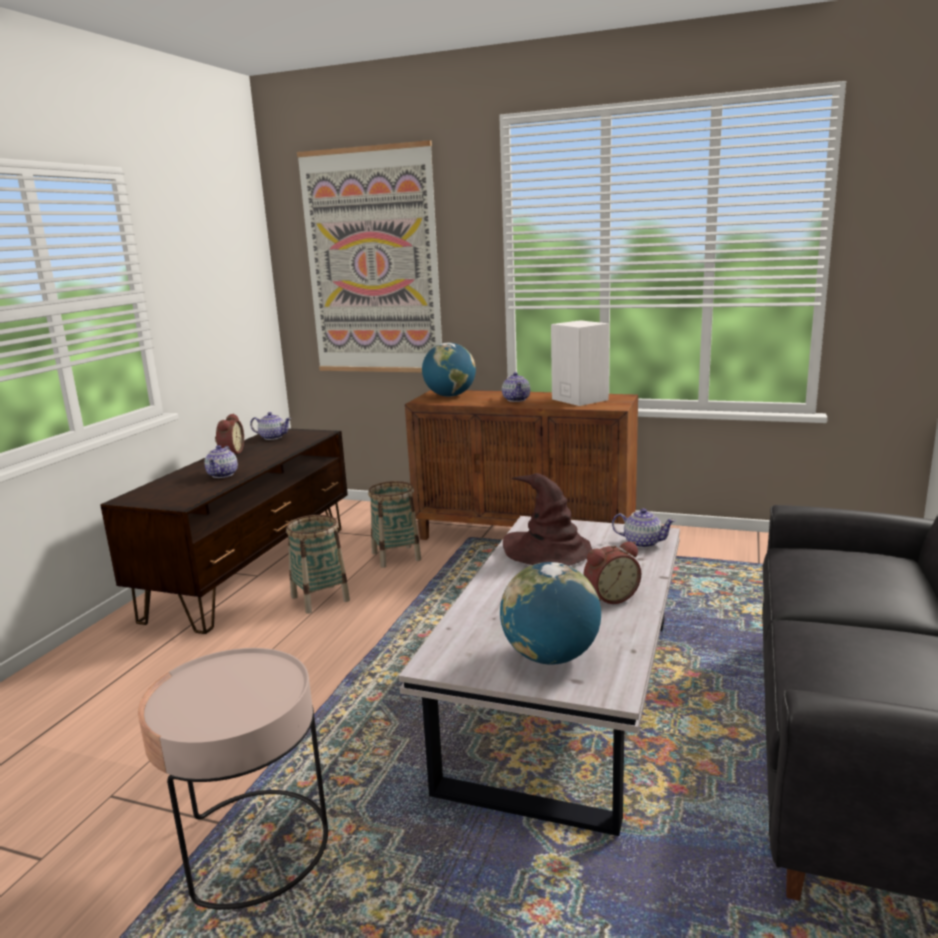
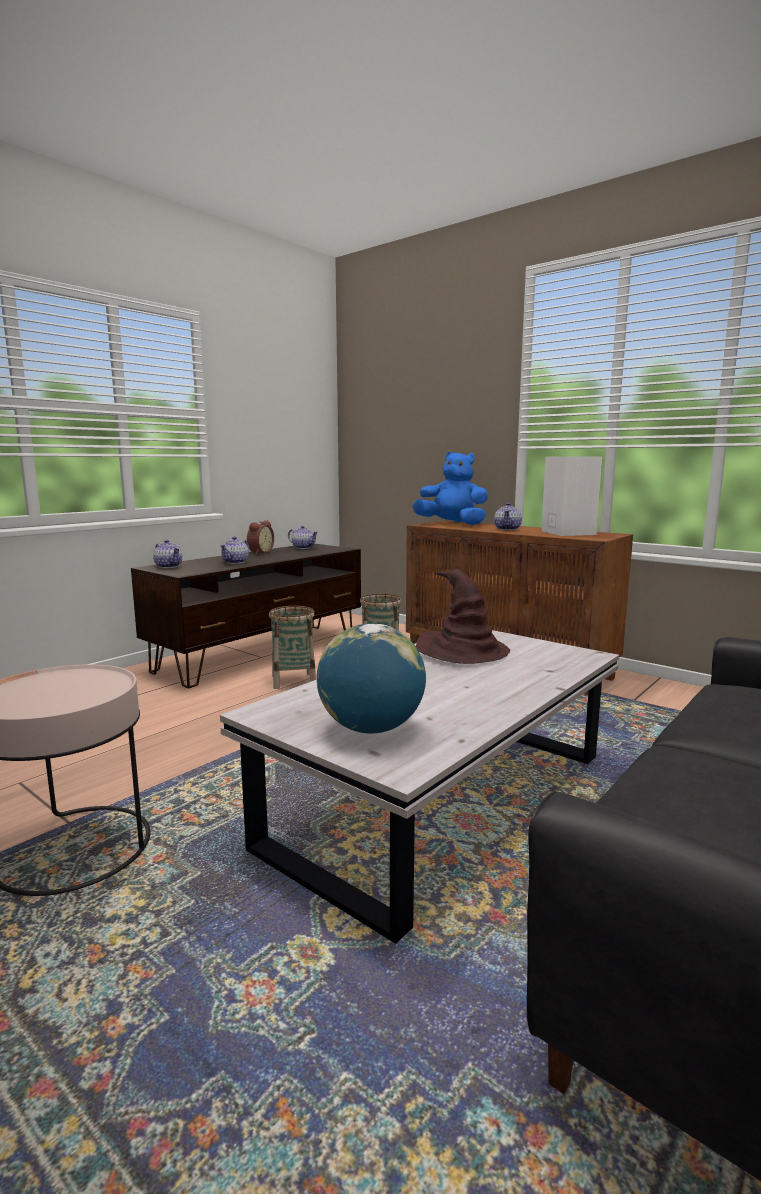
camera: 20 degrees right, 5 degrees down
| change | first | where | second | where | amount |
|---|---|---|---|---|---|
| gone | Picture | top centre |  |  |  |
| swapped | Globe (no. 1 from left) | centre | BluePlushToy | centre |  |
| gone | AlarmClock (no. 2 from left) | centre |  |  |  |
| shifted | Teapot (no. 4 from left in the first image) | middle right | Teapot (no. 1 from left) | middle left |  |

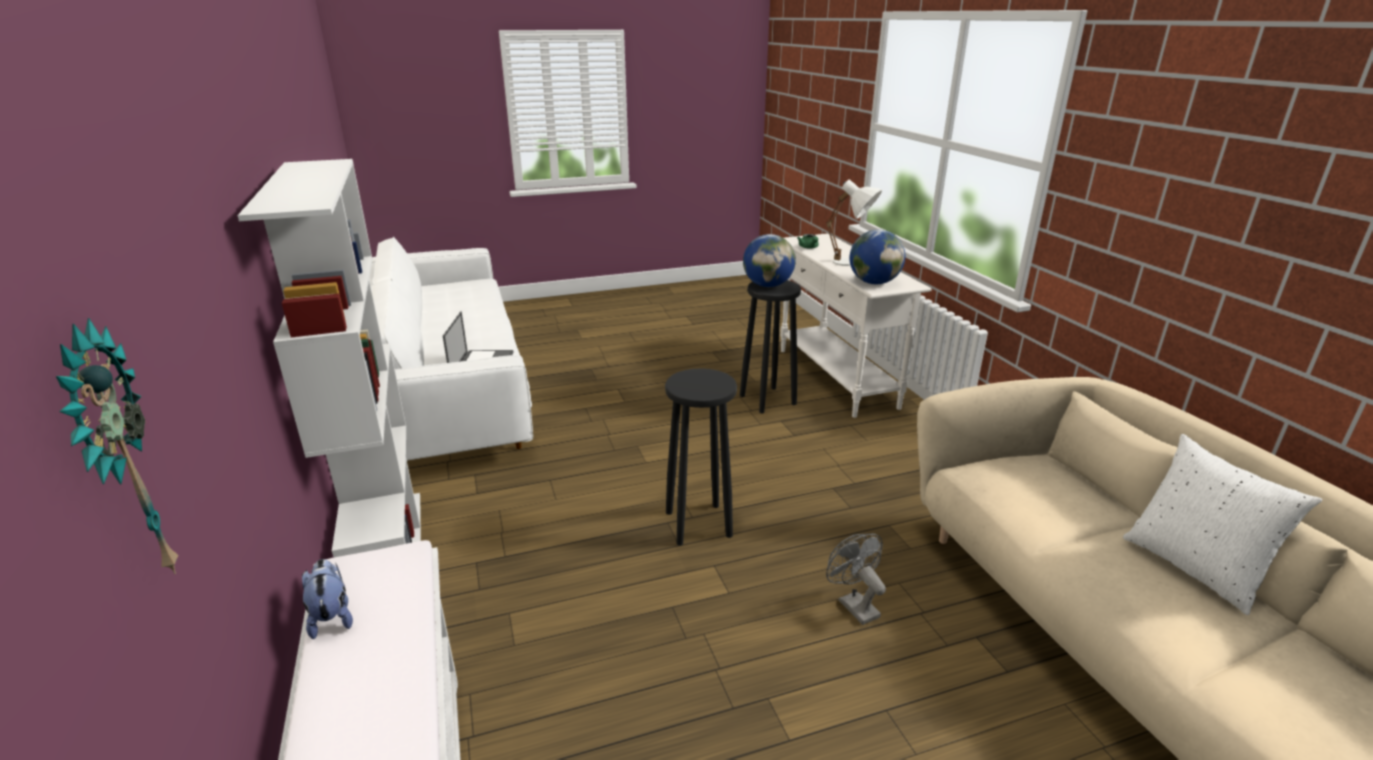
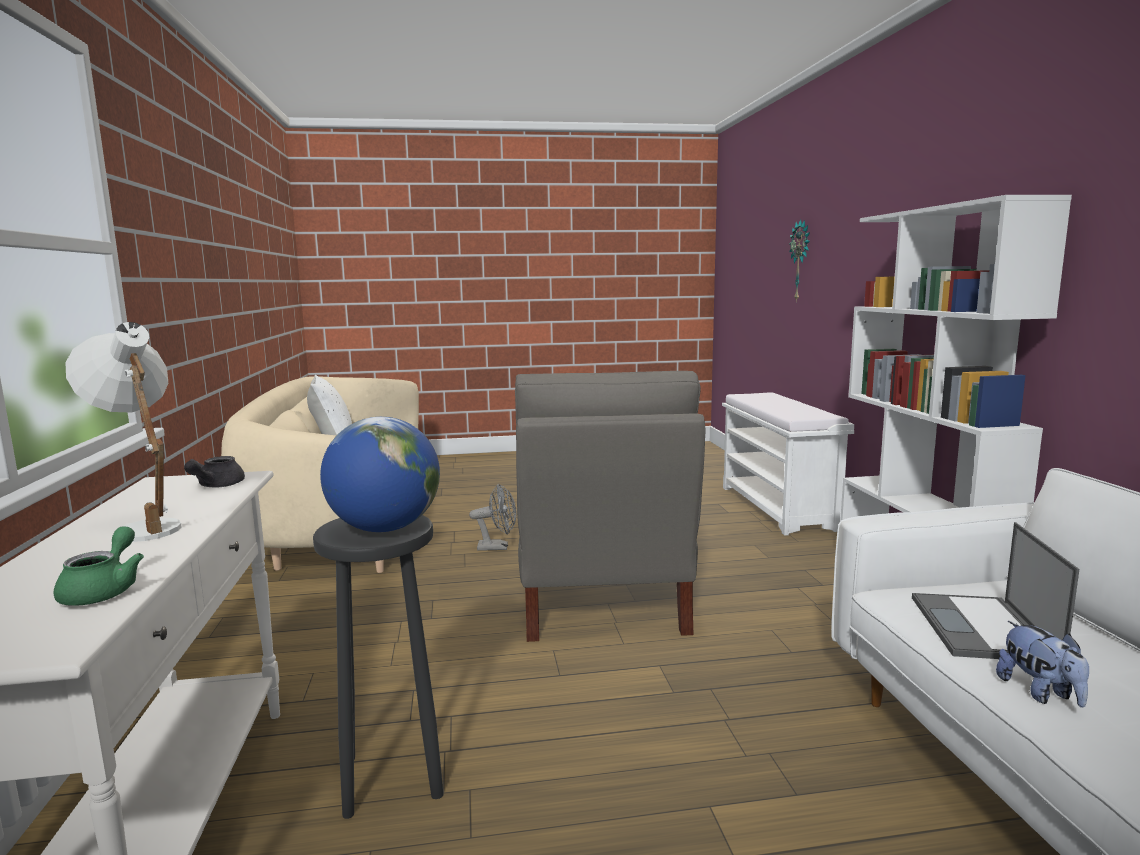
camera: 170 degrees left, 15 degrees down
| change | first | where | second | where | amount |
|---|---|---|---|---|---|
| shifted | PlushToy | bottom left |  | bottom right |  |
| swapped | BlackStool (no. 1 from left) | centre | GreyArmchair | centre |  |
| rotated | GreyFan | bottom centre |  | centre | 75 degrees counterclockwise |
| swapped | Globe (no. 2 from left) | centre | GreyTeapot | middle left |  |

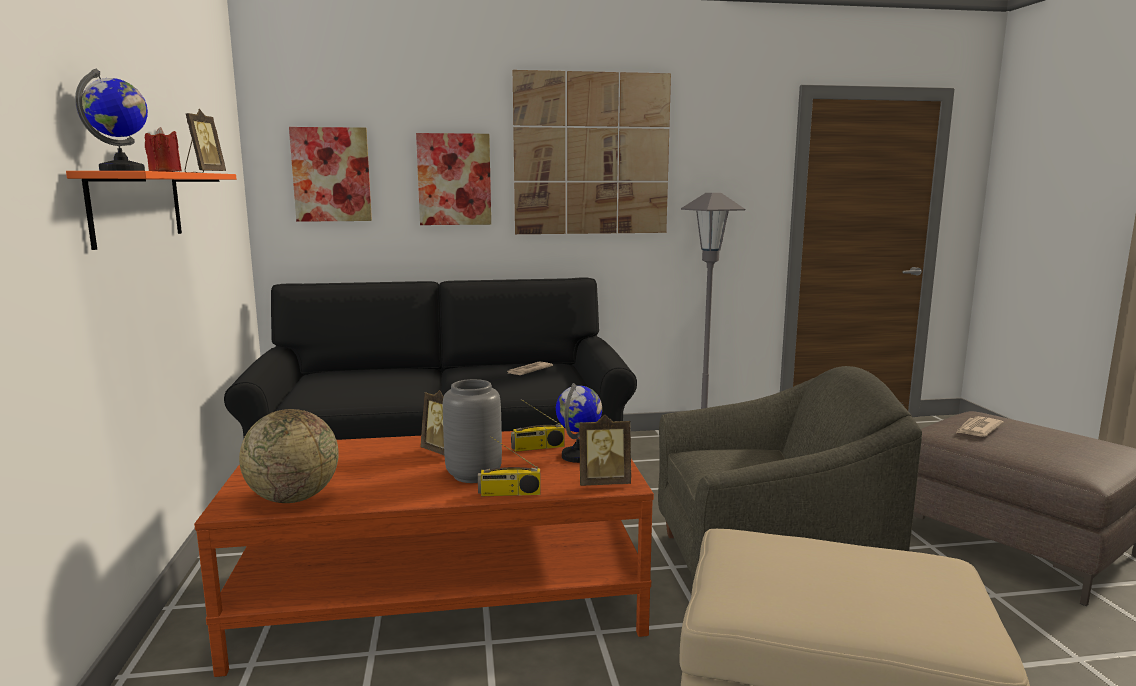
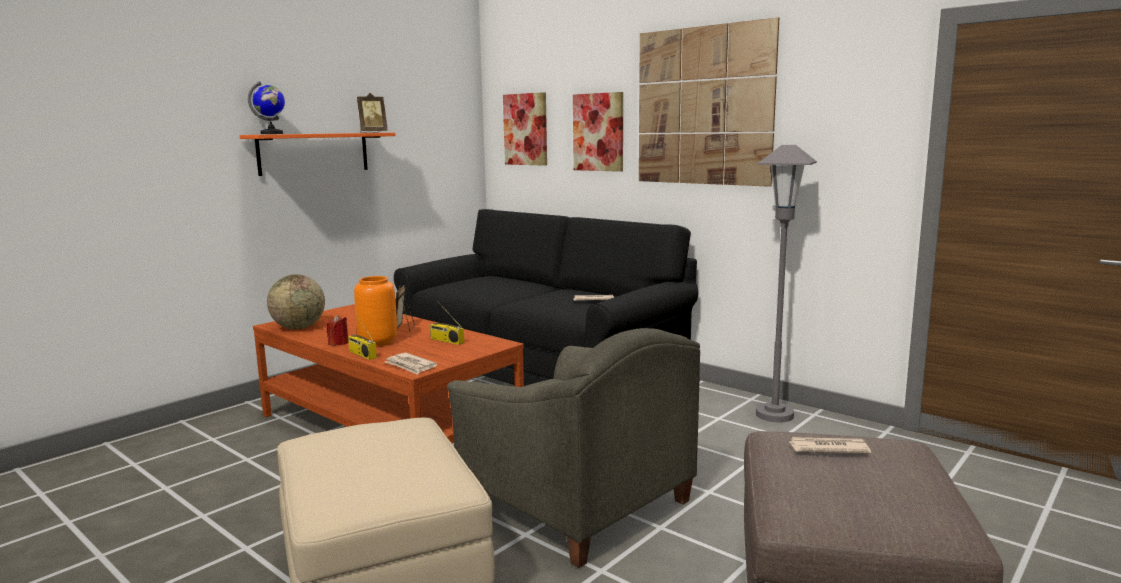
camera: 50 degrees right, 0 degrees up
| change | first | where | second | where | amount |
|---|---|---|---|---|---|
| shifted | RedCandle | top left |  | middle left |  |
| repainted | GreyVase | centre | OrangeVase | centre |  |
| gone | Globe (no. 3 from left) | centre |  |  |  |
| swapped | PictureFrame (no. 3 from left) | centre | Newspaper (no. 1 from left) | centre |  |

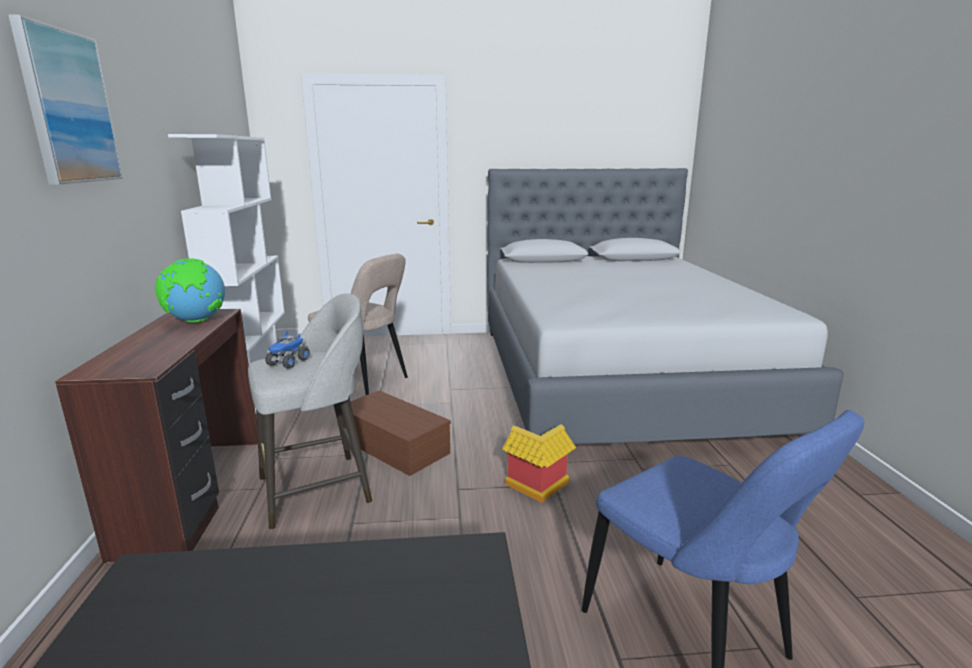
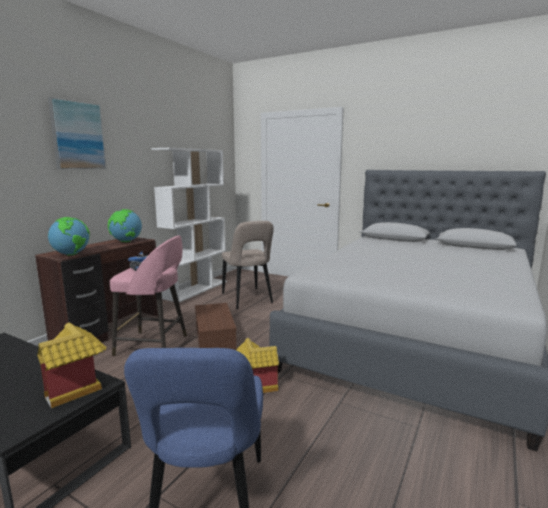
camera: 35 degrees right, 5 degrees down
| change | first | where | second | where | amount |
|---|---|---|---|---|---|
| repainted | GreyStool | middle left | PinkStool | middle left |  |
| new |  |  | ToyHouse (no. 1 from left) | bottom left |  |
| new |  |  | Globe (no. 1 from left) | middle left |  |

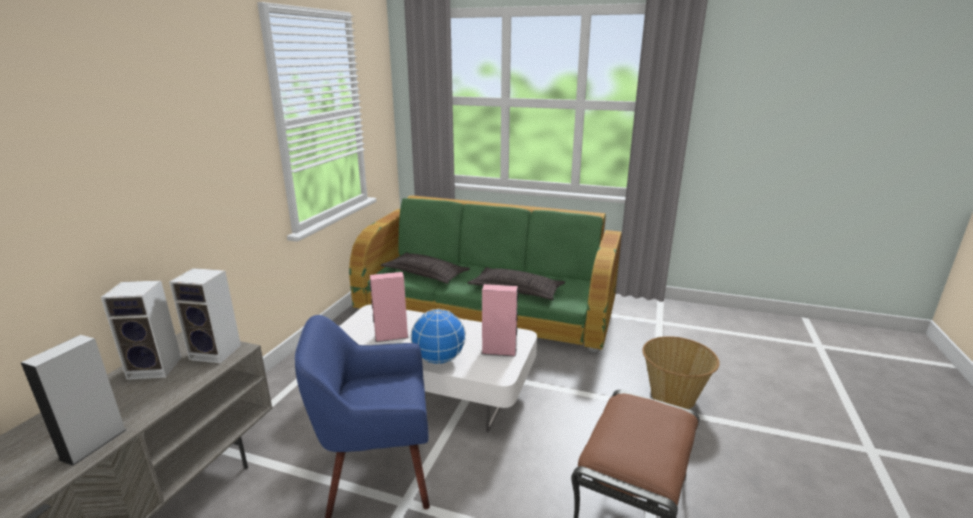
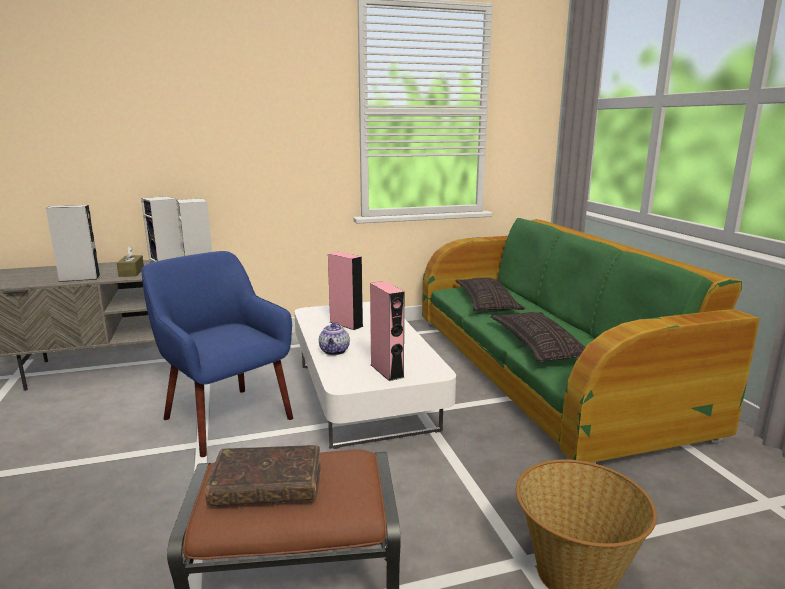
camera: 55 degrees right, 5 degrees down
| change | first | where | second | where | amount |
|---|---|---|---|---|---|
| swapped | Globe | centre | Teapot | centre |  |
| new |  |  | BrownTissueBox | middle left |  |
| new |  |  | BrownBook | bottom centre |  |

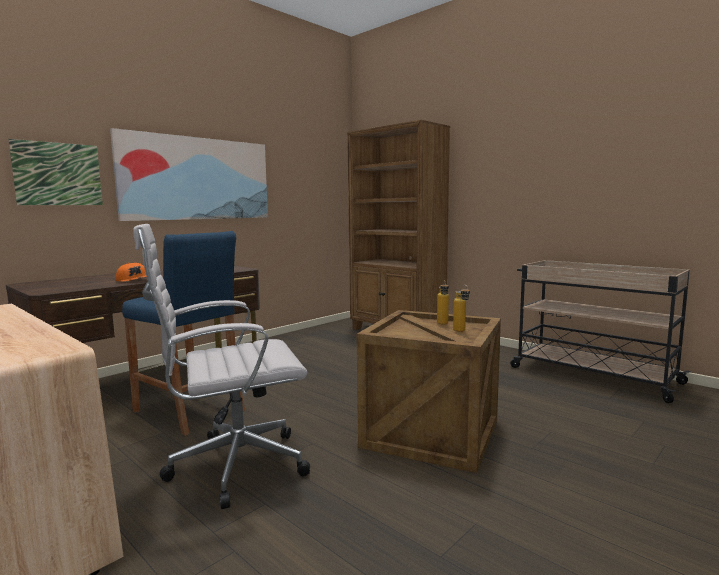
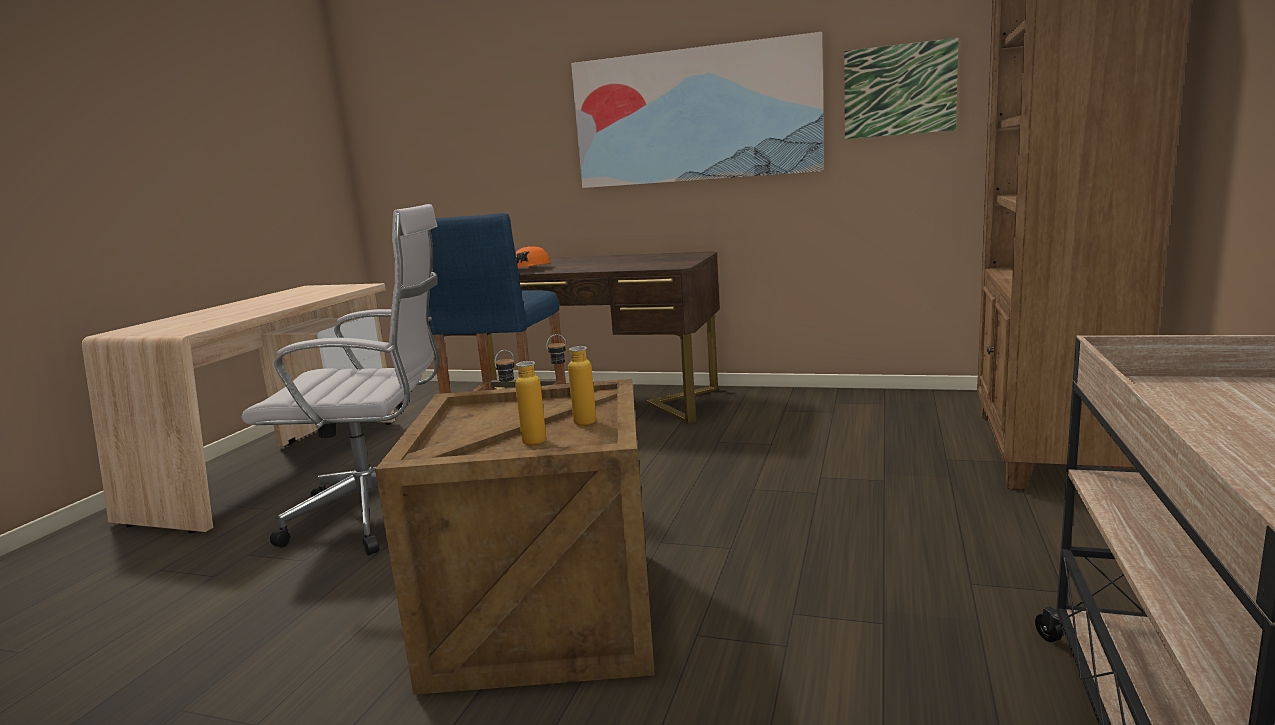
camera: 65 degrees right, 5 degrees up
| change | first | where | second | where | amount |
|---|---|---|---|---|---|
| shifted | Picture (no. 1 from left in the first image) | top left | Picture (no. 2 from left) | top right |  |
| rotated | WhiteOfficeChair | middle left |  | middle left | 135 degrees clockwise |

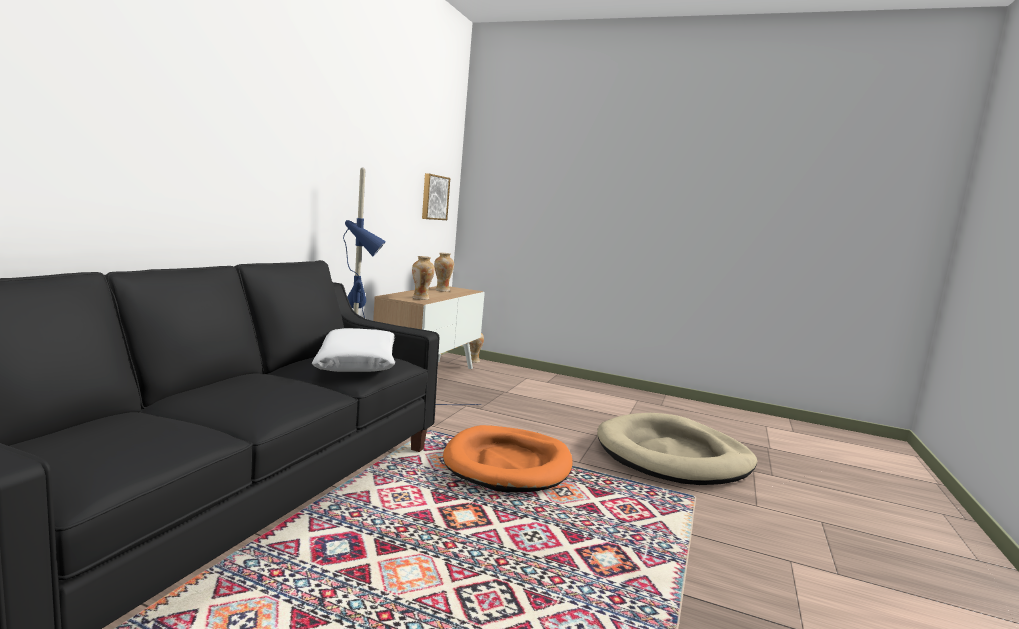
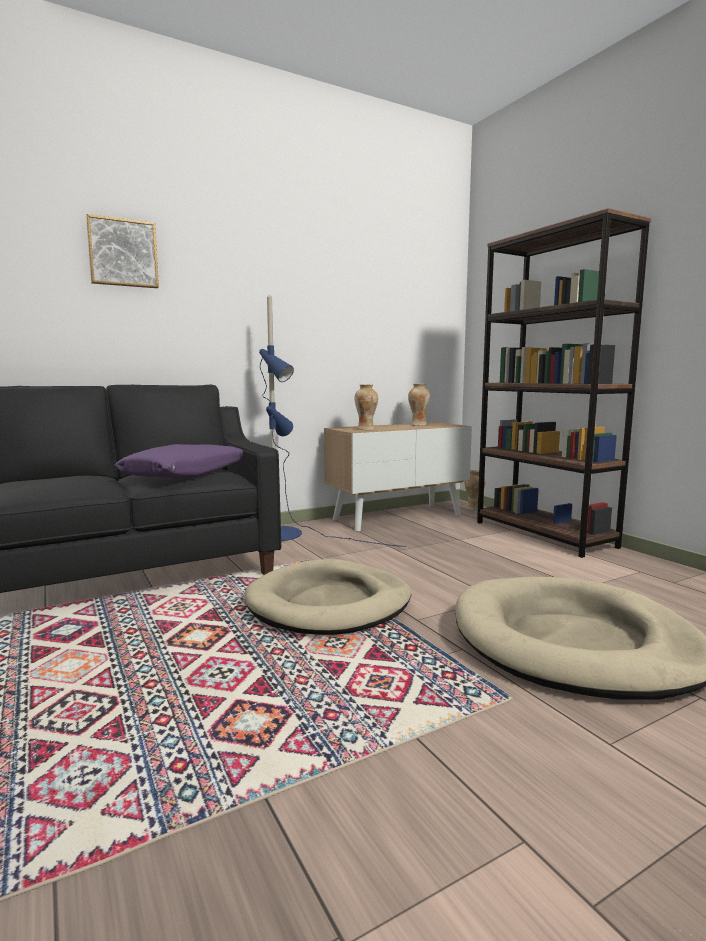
camera: 40 degrees right, 0 degrees up
| change | first | where | second | where | amount |
|---|---|---|---|---|---|
| repainted | WhitePillow | centre | PurplePillow | middle left |  |
| shifted | Picture | top centre |  | top left |  |
| repainted | OrangeDogBed | bottom centre | BeigeDogBed (no. 1 from left) | centre |  |
| new |  |  | BrownBookcase | middle right |  |

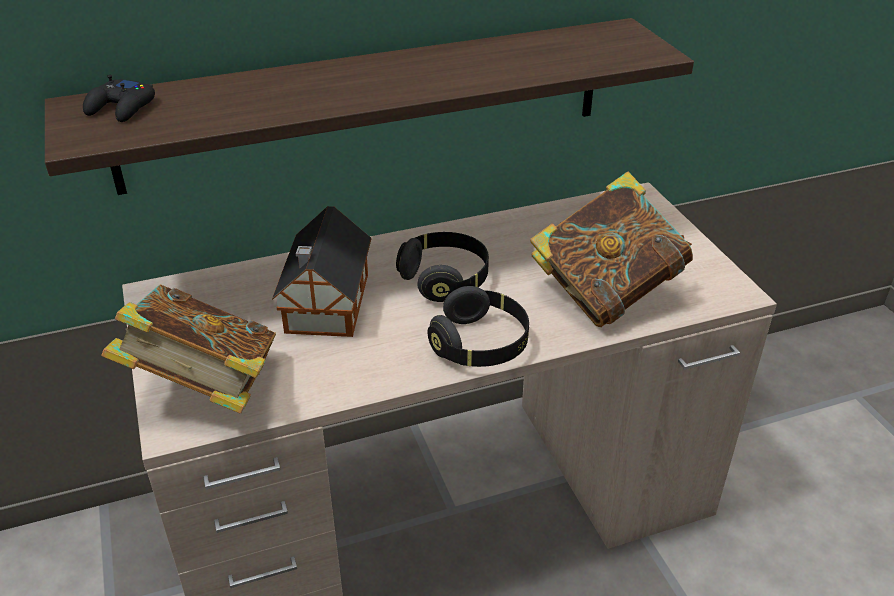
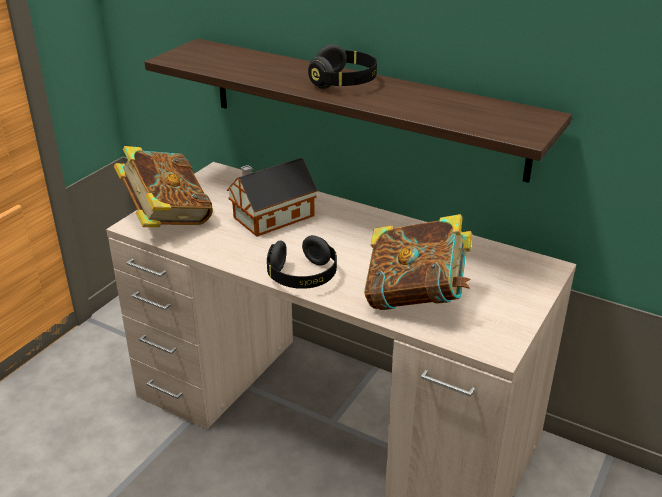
camera: 50 degrees right, 5 degrees down
| change | first | where | second | where | amount |
|---|---|---|---|---|---|
| gone | BlackGameController | top left |  |  |  |
| shifted | BlackHeadphones (no. 1 from left in the first image) | centre | BlackHeadphones (no. 2 from left) | top centre |  |

